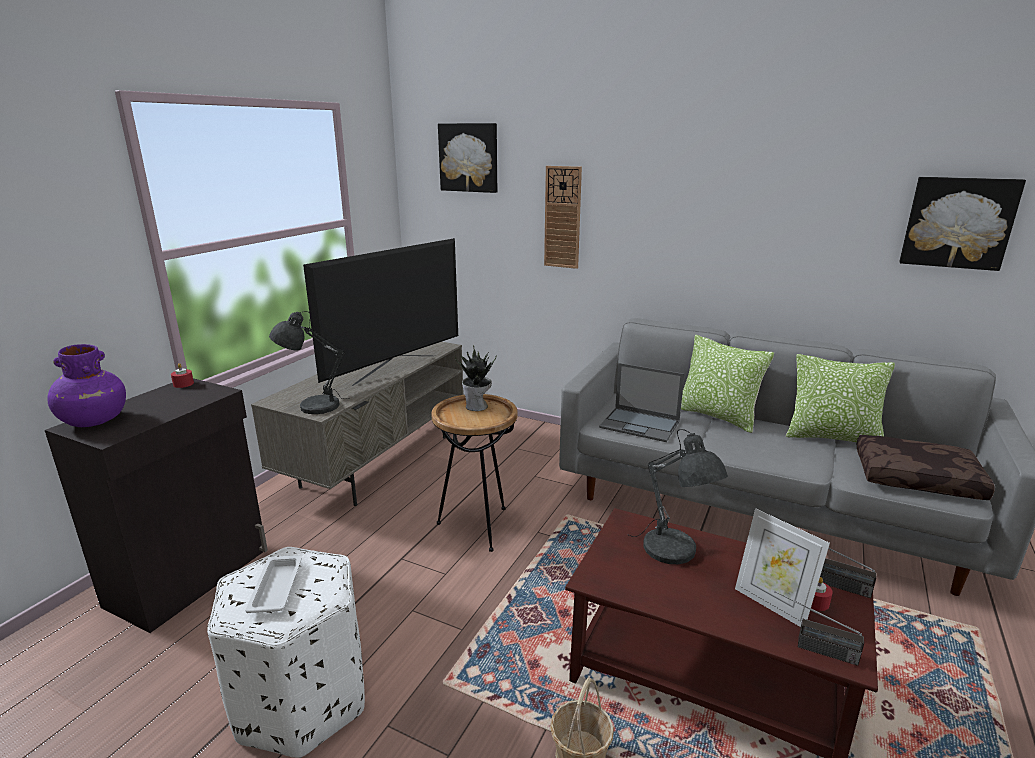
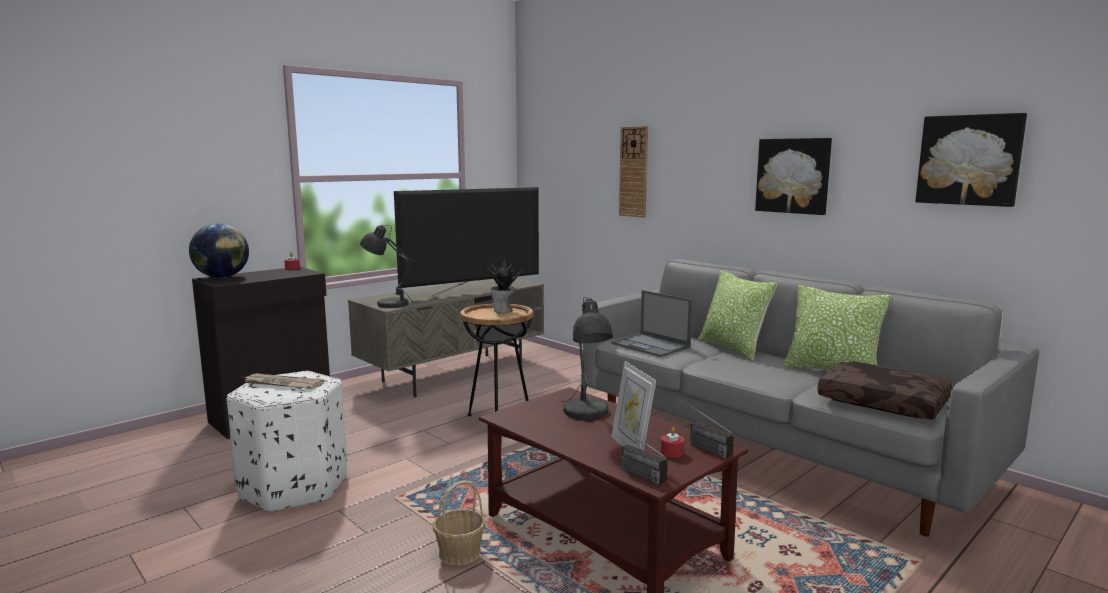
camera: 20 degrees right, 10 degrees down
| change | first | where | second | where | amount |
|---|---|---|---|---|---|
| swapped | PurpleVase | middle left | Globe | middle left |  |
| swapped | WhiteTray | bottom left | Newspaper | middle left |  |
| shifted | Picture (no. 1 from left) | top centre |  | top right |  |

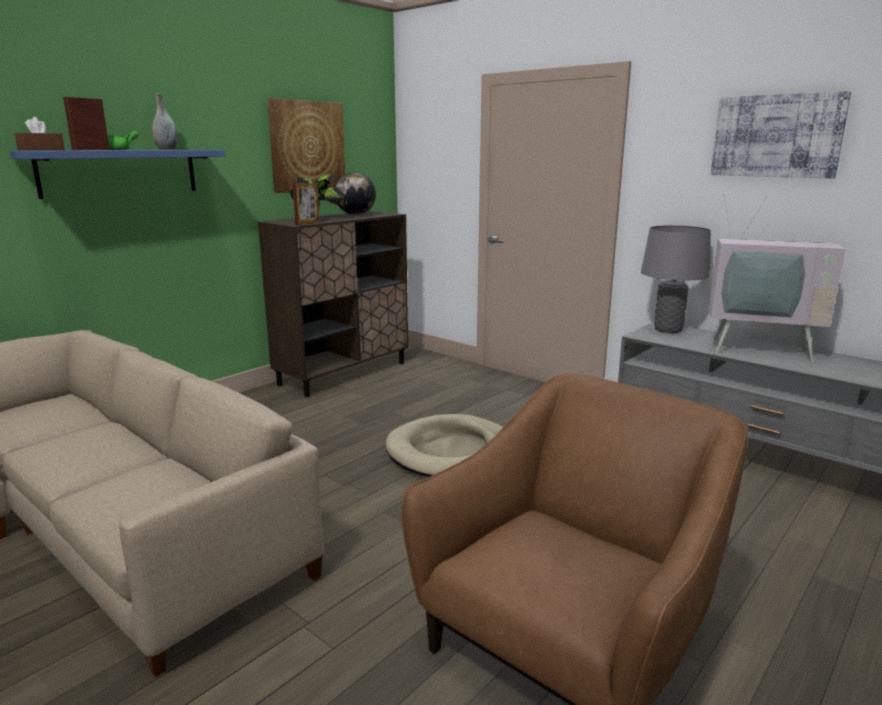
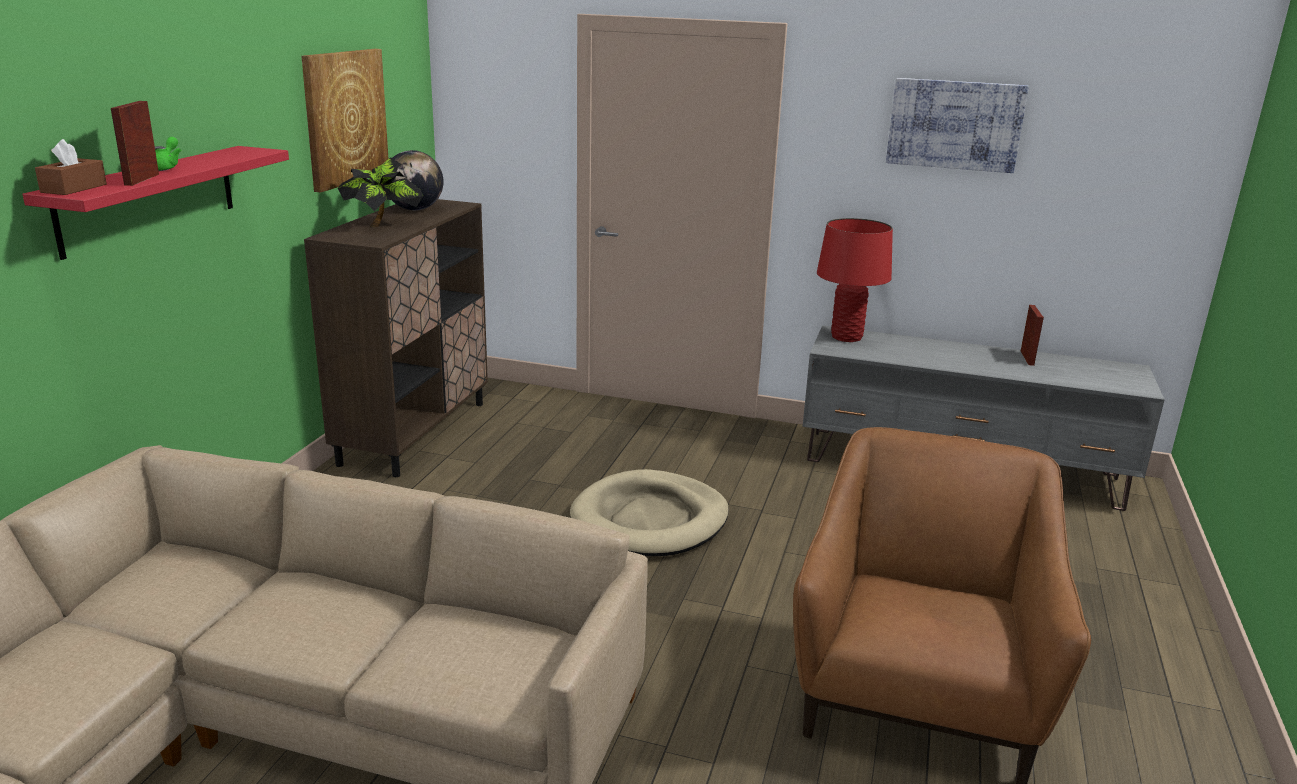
camera: 25 degrees left, 5 degrees up
| change | first | where | second | where | amount |
|---|---|---|---|---|---|
| repainted | BlueShelf | top left | RedShelf | top left |  |
| gone | GreyVase | top left |  |  |  |
| shifted | PictureFrame (no. 2 from left) | top centre |  | middle right |  |
| repainted | GreyTableLamp | middle right | RedTableLamp | centre |  |
| gone | Television | middle right |  |  |  |

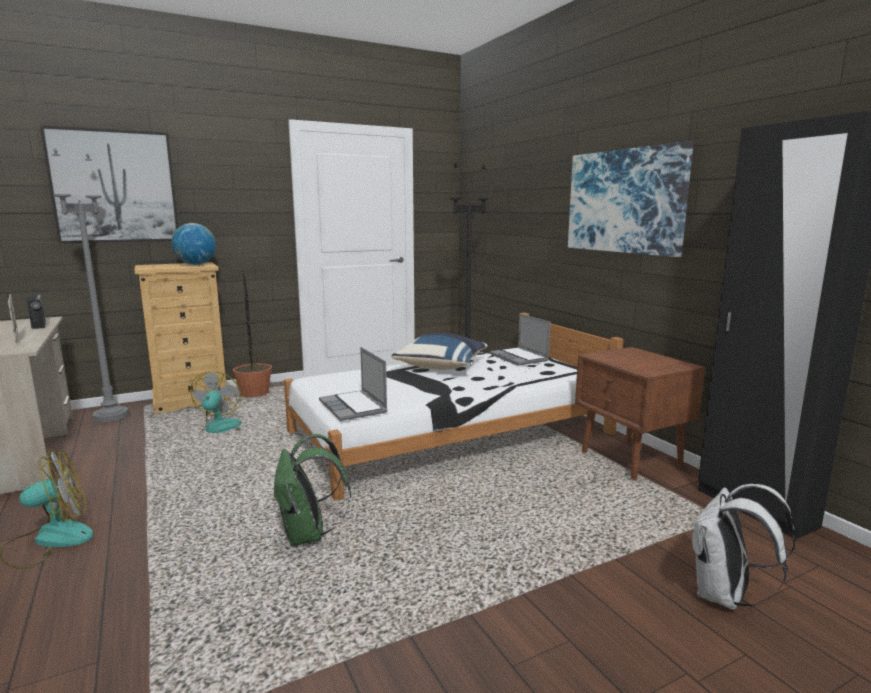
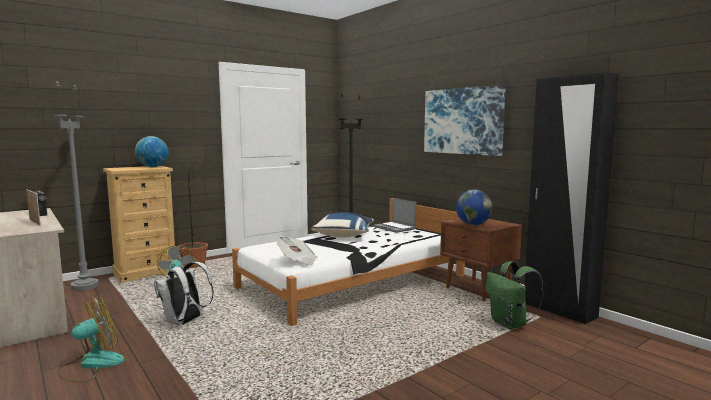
camera: 10 degrees left, 5 degrees down
| change | first | where | second | where | amount |
|---|---|---|---|---|---|
| gone | Picture (no. 1 from left) | top left |  |  |  |
| shifted | GreenBackpack | bottom centre |  | bottom right |  |
| swapped | Laptop (no. 1 from left) | centre | Newspaper | centre |  |
| shifted | WhiteBackpack | bottom right |  | bottom left |  |
| new |  |  | Globe (no. 2 from left) | middle right |  |

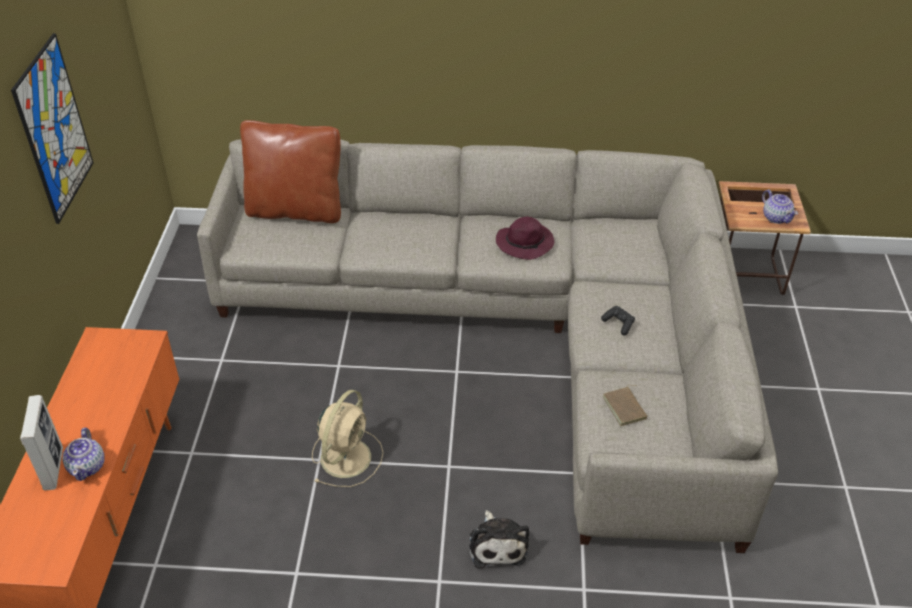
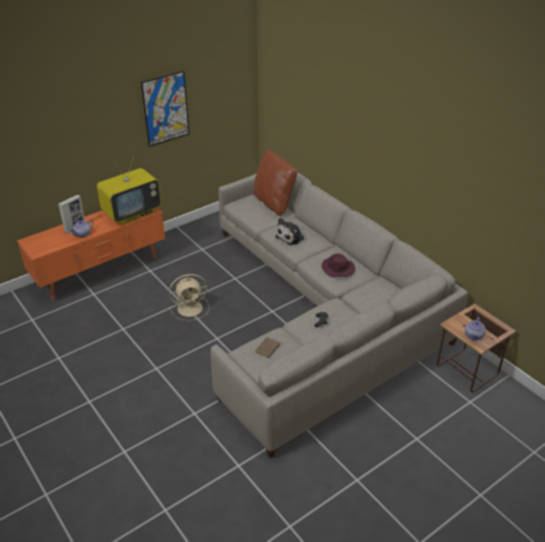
camera: 50 degrees right, 5 degrees down
| change | first | where | second | where | amount |
|---|---|---|---|---|---|
| shifted | PlushToy | bottom centre |  | centre |  |
| new |  |  | Television | middle left |  |

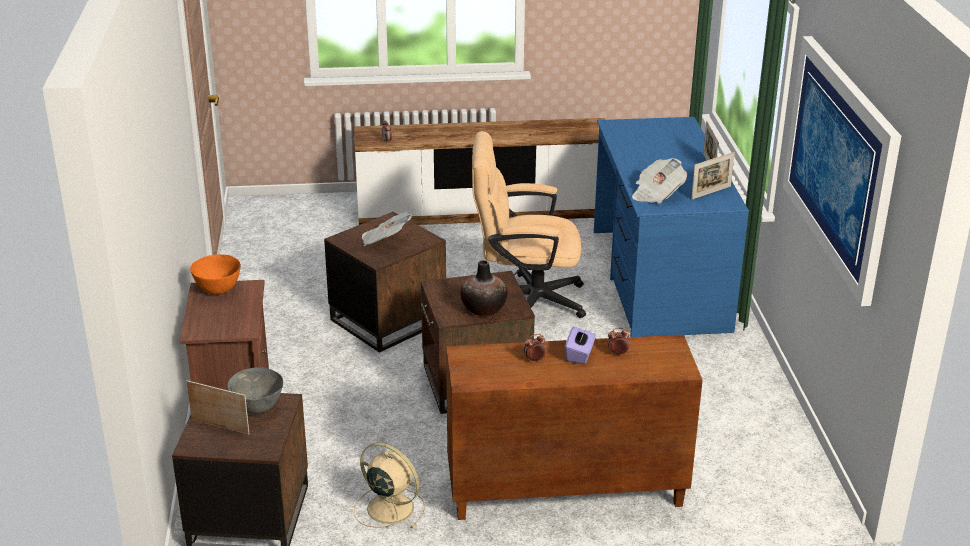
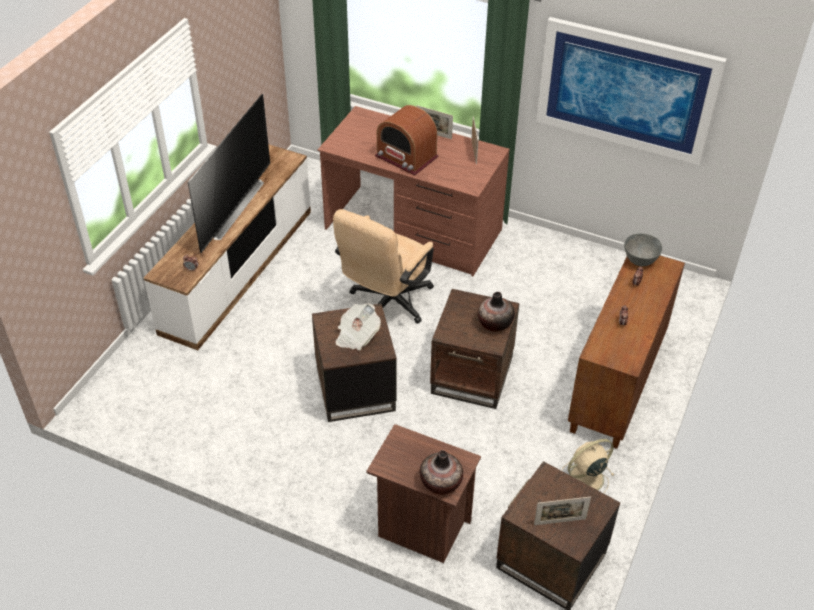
camera: 60 degrees left, 15 degrees up
| change | first | where | second | where | amount |
|---|---|---|---|---|---|
| rotated | PictureFrame (no. 1 from left in the first image) | bottom left | PictureFrame (no. 3 from left) | bottom right | 150 degrees counterclockwise |
| gone | OrangeBowl | middle left |  |  |  |
| shifted | GreyBowl | bottom left |  | middle right |  |
| gone | PurpleTissueBox | centre |  |  |  |
| repainted | BlueDesk | middle right | BrownDesk | top centre |  |
| gone | Newspaper (no. 2 from left) | top right |  |  |  |
| new |  |  | Television | top left |  |
| new |  |  | Radio | top centre |  |
| new |  |  | Vase (no. 1 from left) | bottom centre |  |

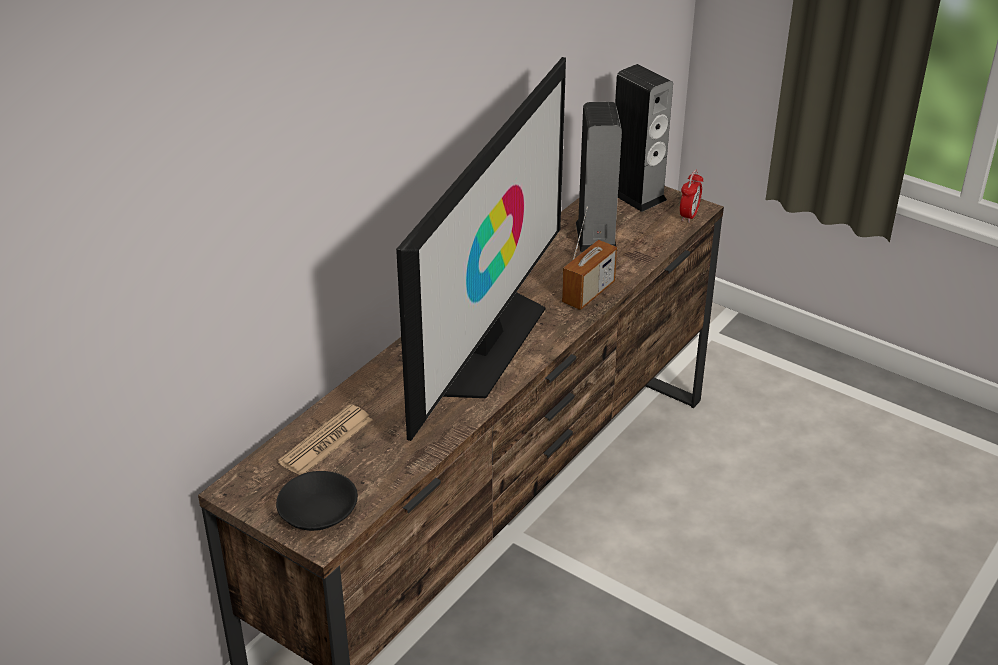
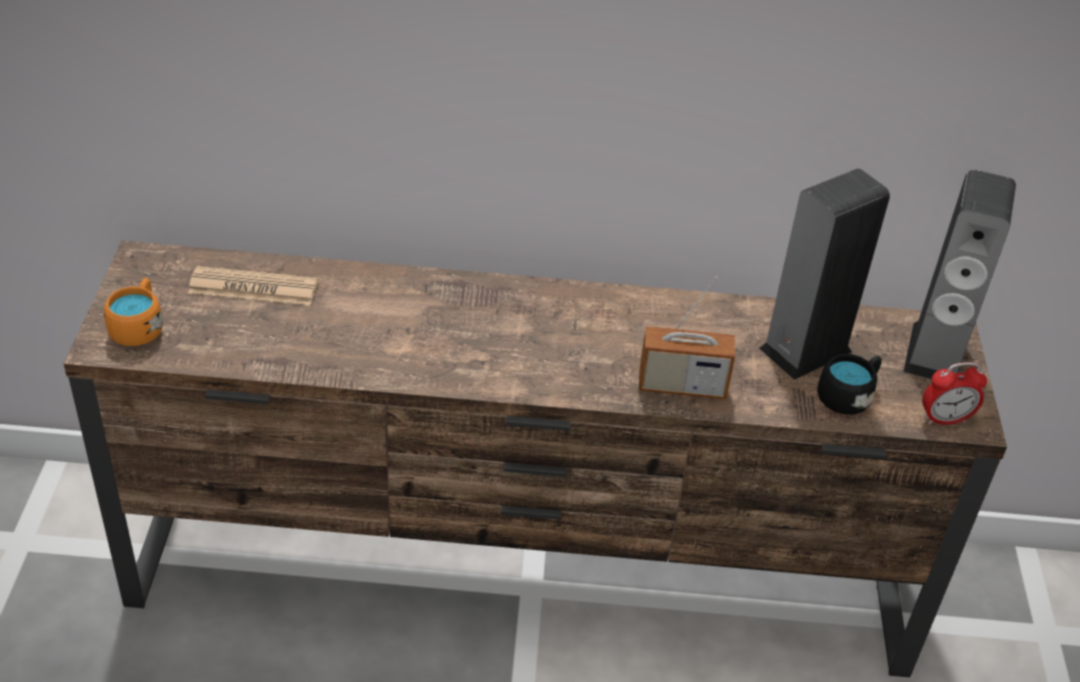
camera: 55 degrees right, 5 degrees up
| change | first | where | second | where | amount |
|---|---|---|---|---|---|
| swapped | BlackBowl | bottom left | OrangeMug | middle left |  |
| gone | Television | centre |  |  |  |
| new |  |  | BlackMug | middle right |  |

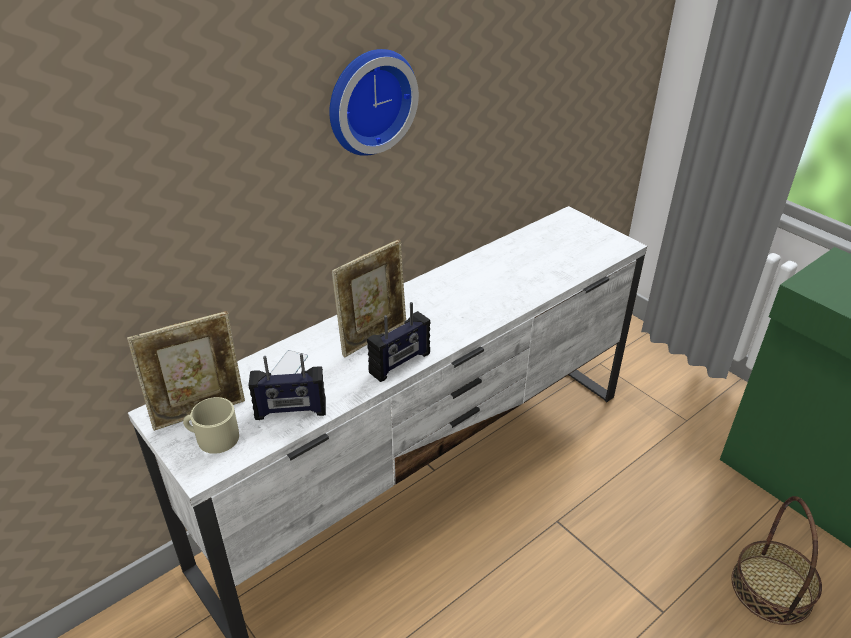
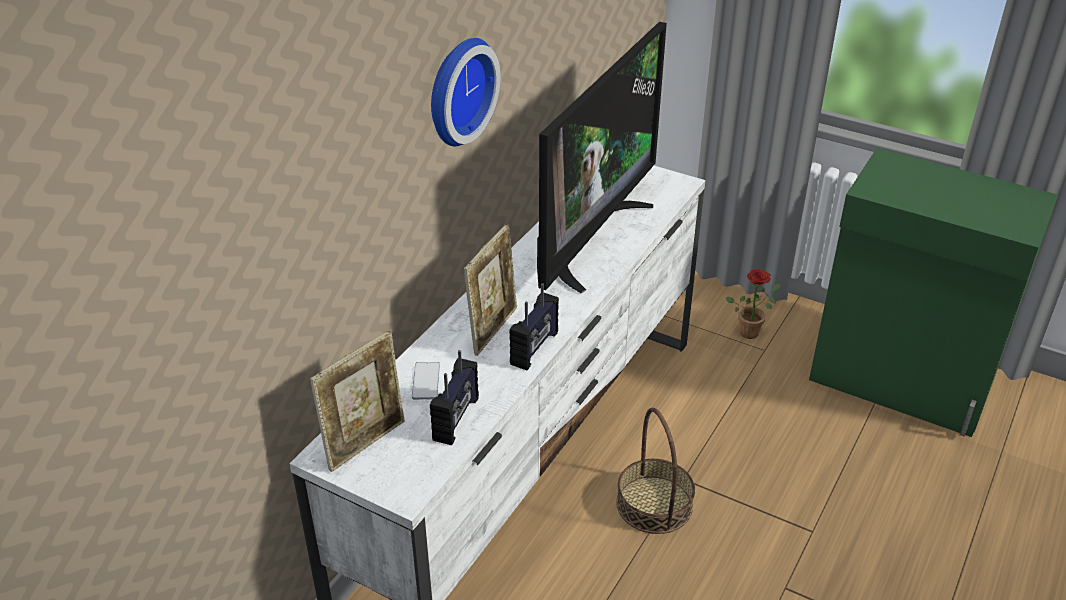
camera: 20 degrees left, 0 degrees up
| change | first | where | second | where | amount |
|---|---|---|---|---|---|
| gone | BeigeMug | middle left |  |  |  |
| rotated | Radio (no. 1 from left) | centre |  | centre | 45 degrees counterclockwise |
| shifted | Basket | bottom right |  | bottom centre |  |
| new |  |  | Television | top centre |  |
| new |  |  | PottedPlant | middle right |  |

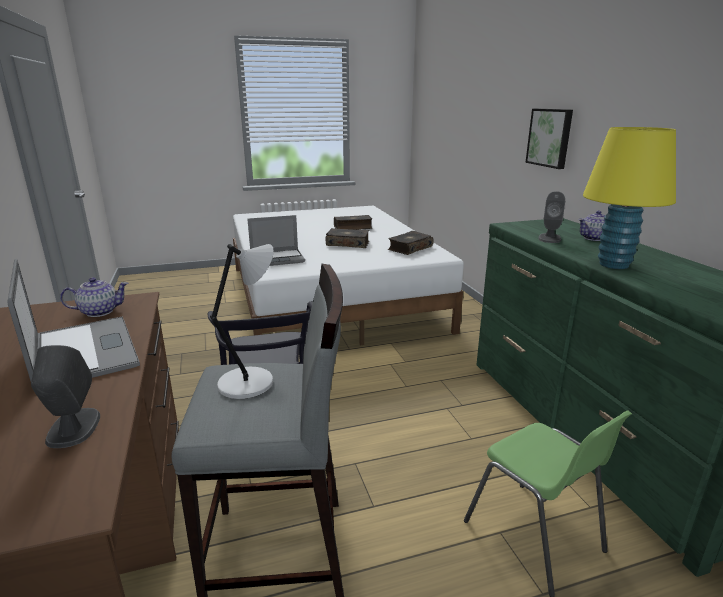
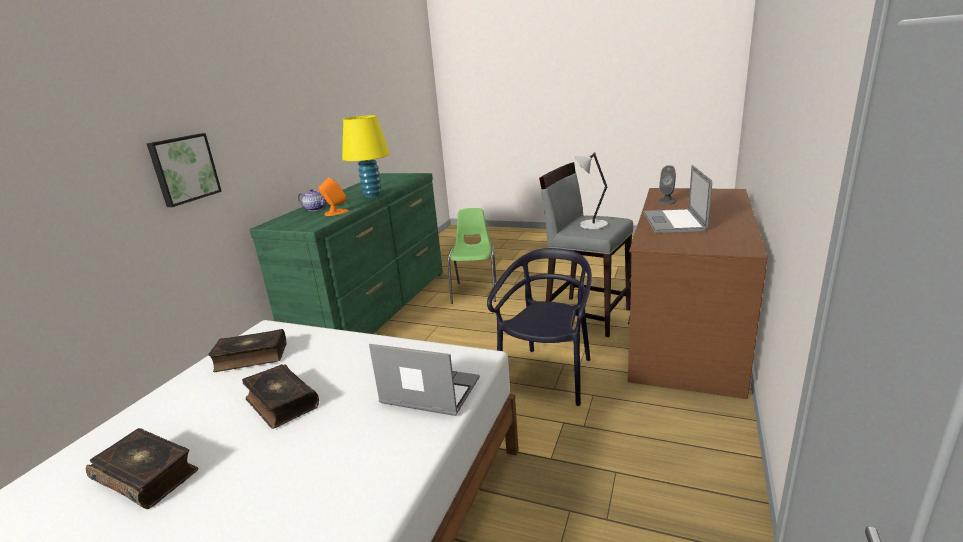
camera: 140 degrees left, 0 degrees up
| change | first | where | second | where | amount |
|---|---|---|---|---|---|
| gone | Teapot (no. 1 from left) | middle left |  |  |  |
| repainted | GreySpeaker (no. 2 from left) | middle right | OrangeSpeaker | centre |  |

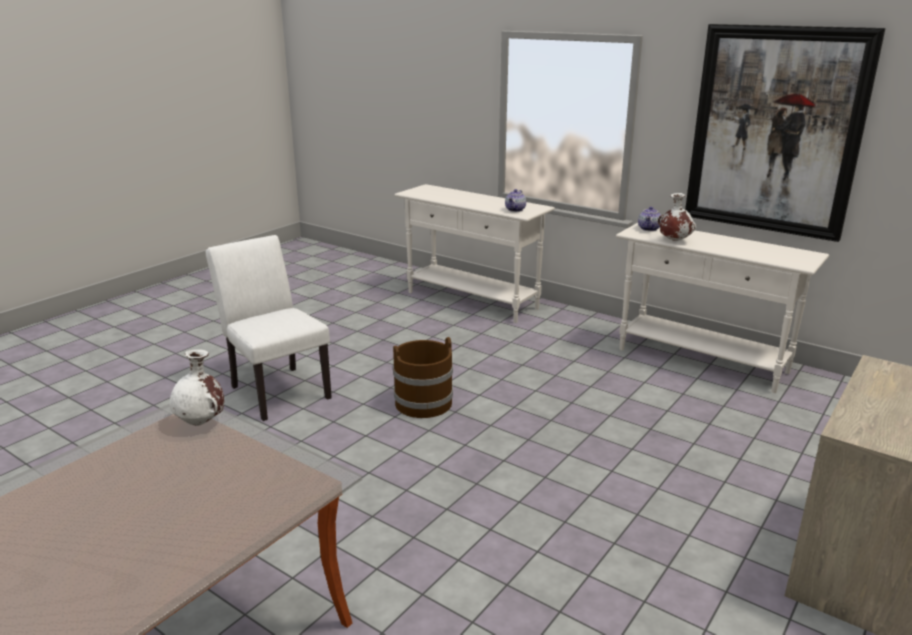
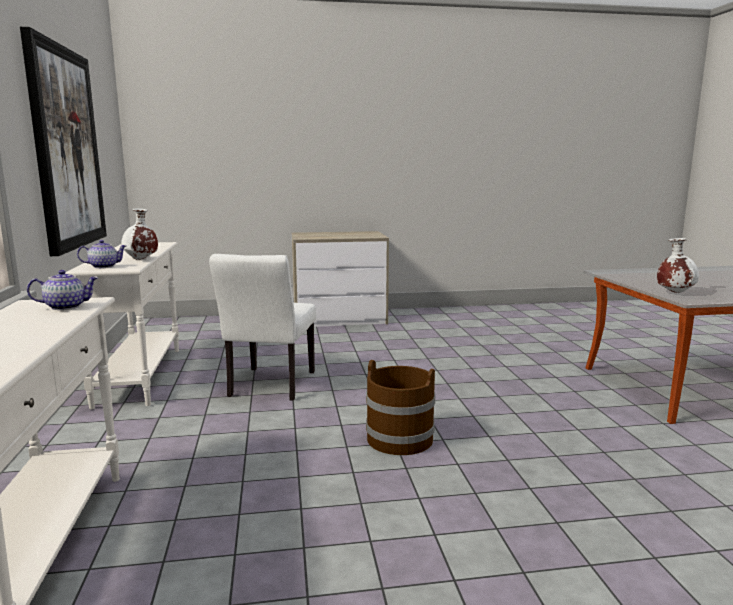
camera: 135 degrees left, 10 degrees down
| change | first | where | second | where | amount |
|---|---|---|---|---|---|
| shifted | WhiteChair | middle left |  | centre |  |

